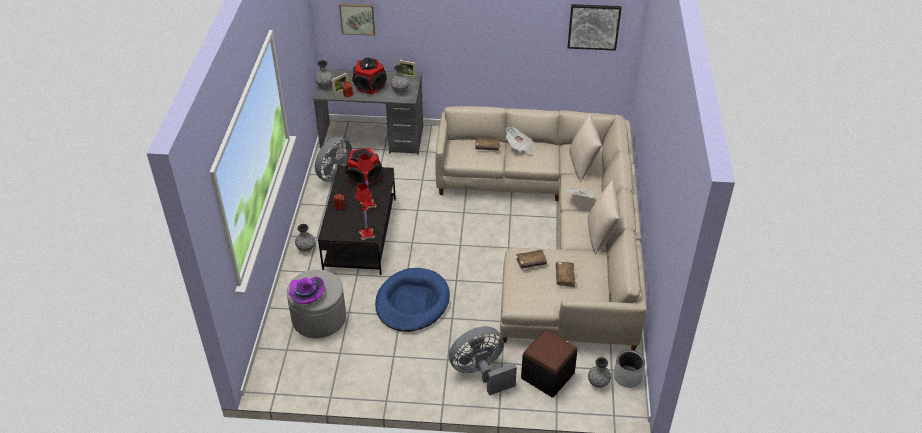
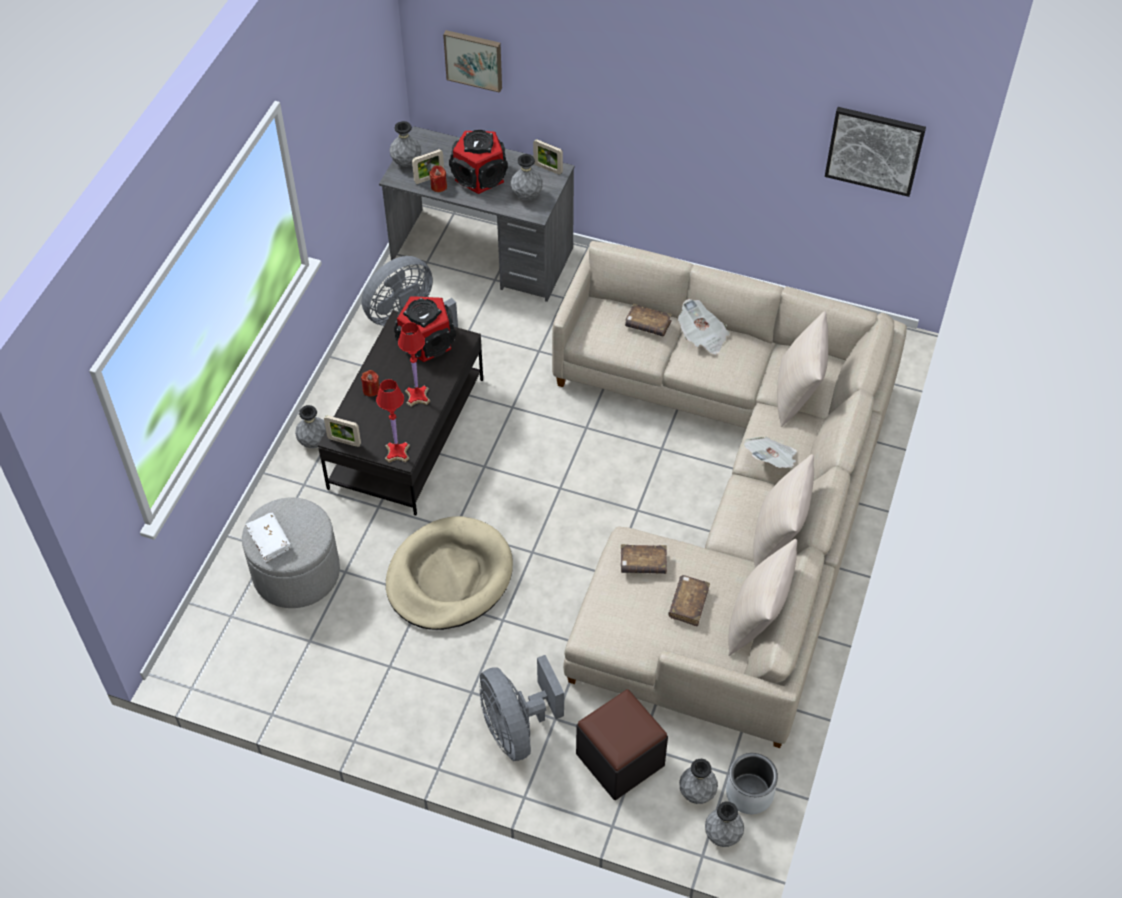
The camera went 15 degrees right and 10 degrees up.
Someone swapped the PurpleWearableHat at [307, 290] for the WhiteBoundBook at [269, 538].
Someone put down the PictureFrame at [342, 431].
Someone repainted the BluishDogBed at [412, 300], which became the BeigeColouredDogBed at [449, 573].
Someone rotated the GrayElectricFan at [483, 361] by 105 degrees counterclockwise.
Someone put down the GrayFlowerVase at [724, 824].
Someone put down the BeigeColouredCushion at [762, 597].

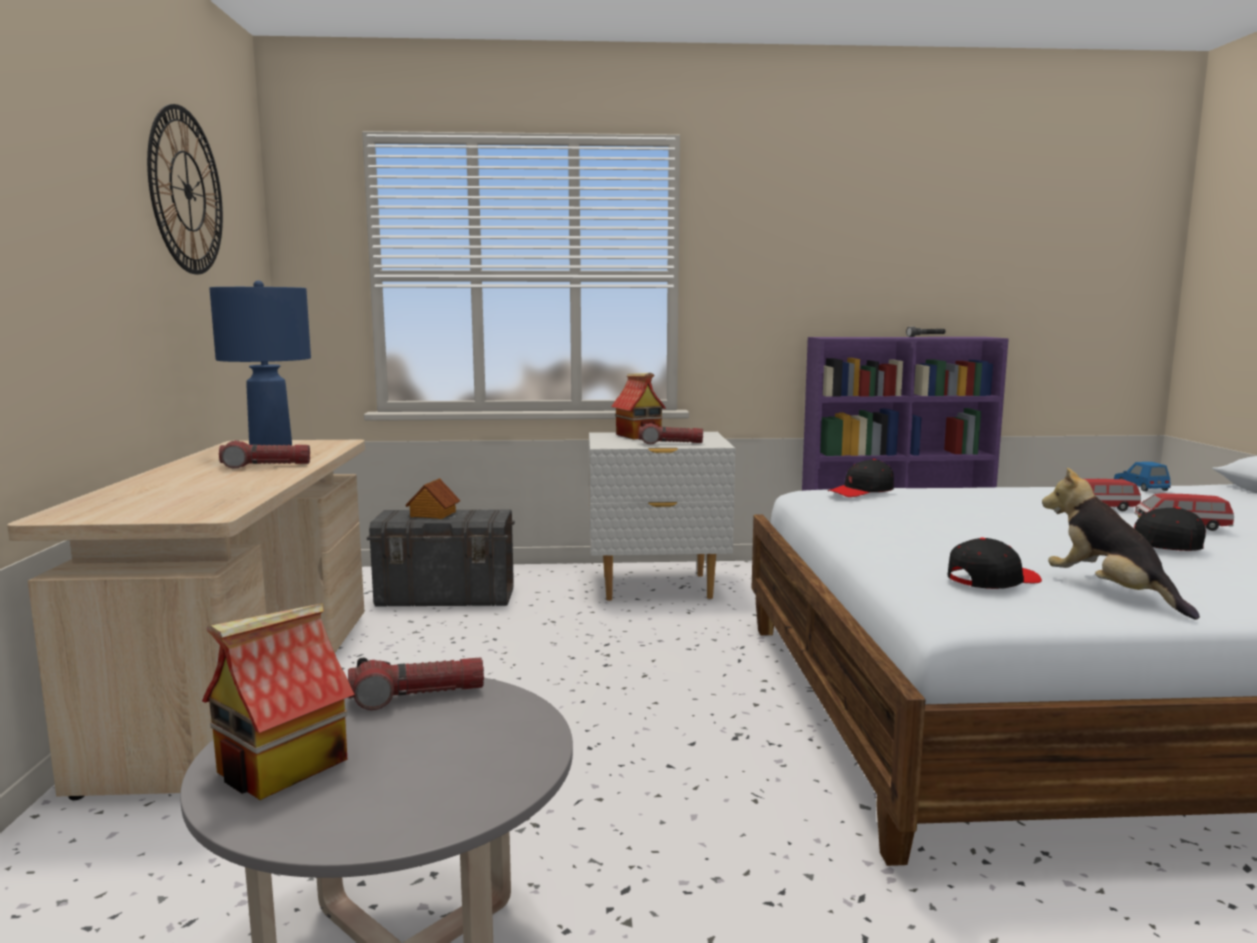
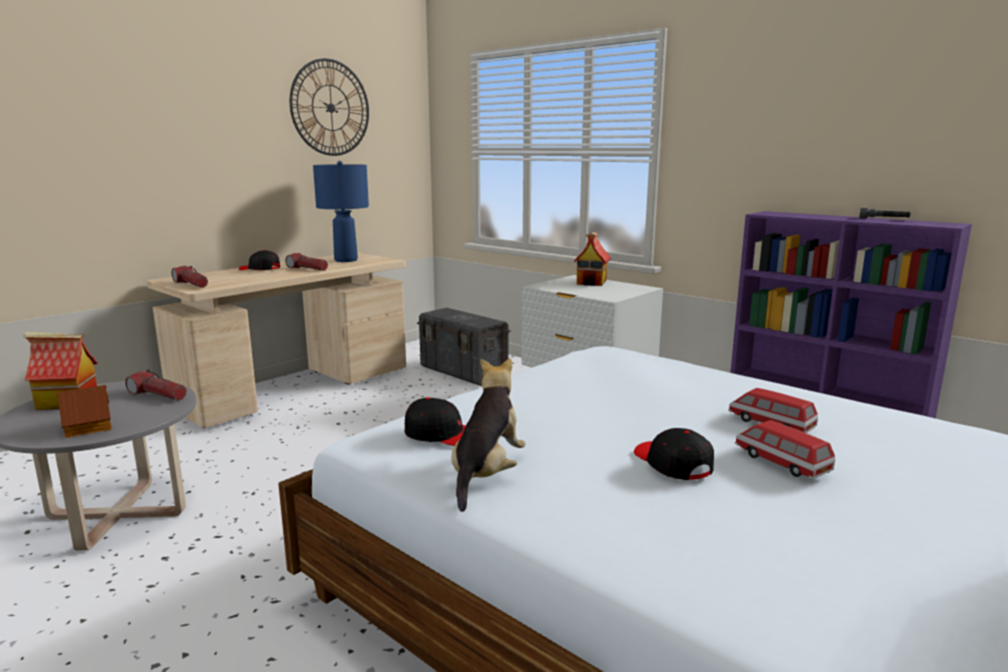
The camera went 45 degrees right and 5 degrees up.
Someone carried the MiniatureHouse from [432, 498] to [84, 411].
Someone carried the Flashlight from [671, 433] to [190, 277].
Someone carried the BlackColouredBaseballCap from [861, 478] to [259, 260].
Someone took away the BluishMiniatureCar at [1142, 476].

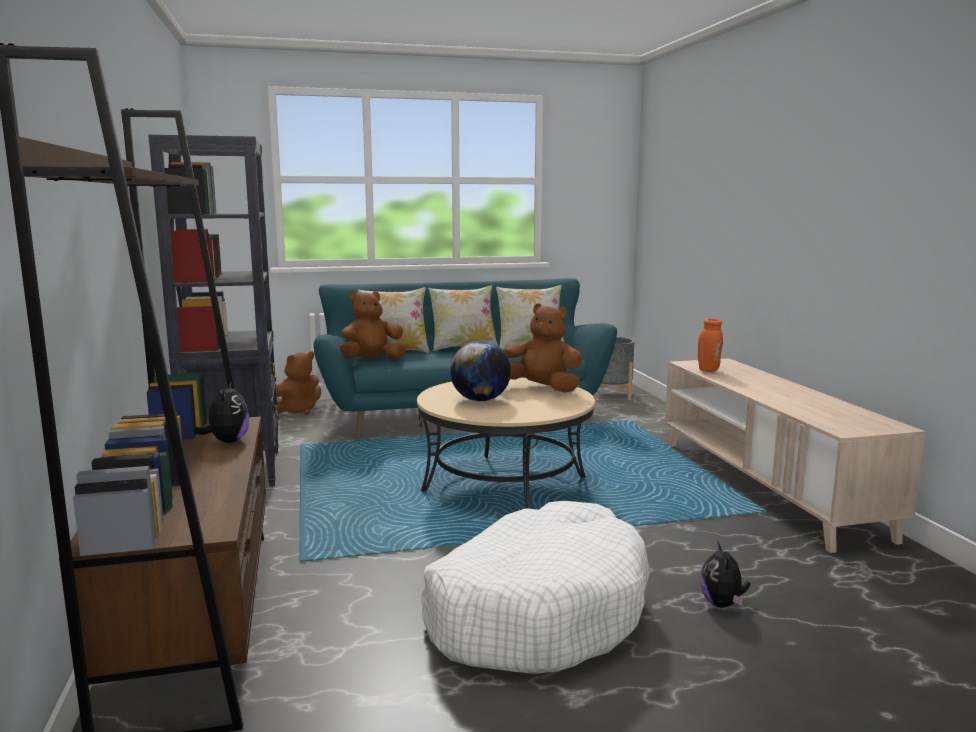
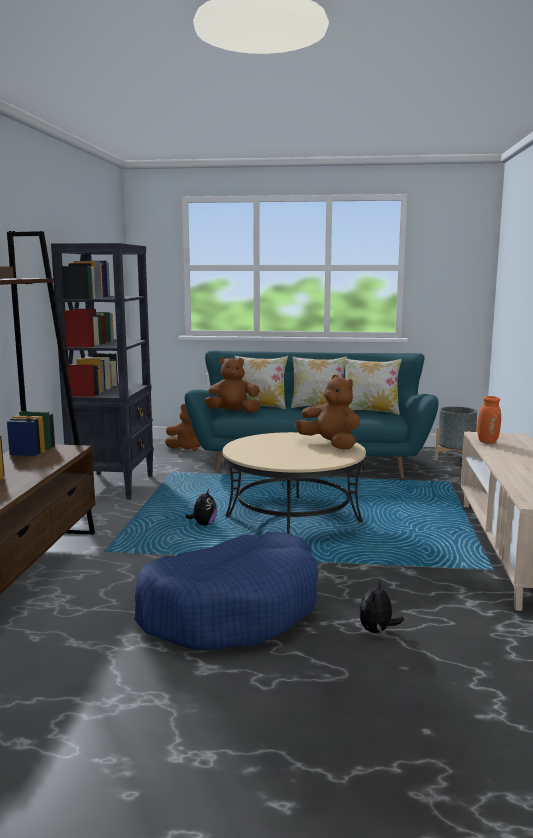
The camera went 20 degrees right and 0 degrees up.
Someone repainted the WhiteDogBed at [535, 587], which became the BluishDogBed at [226, 591].
Someone carried the CuddlyToy from [221, 412] to [201, 507].
Someone took away the WorldGlobe at [480, 370].

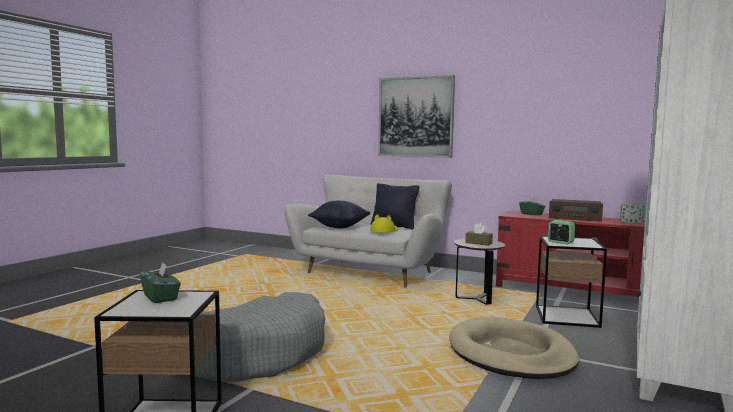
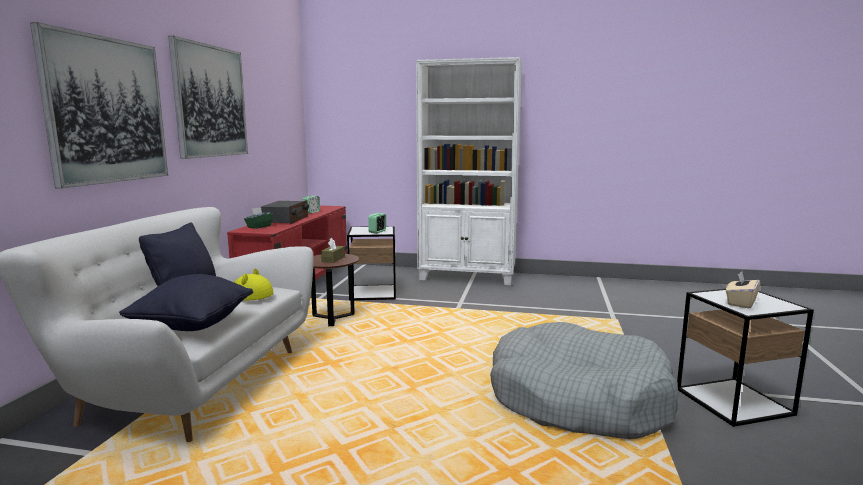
The camera went 105 degrees left and 5 degrees up.
Someone put up the WallArt at [208, 97].
Someone repainted the GreenishTissueHolder at [160, 282], which became the BeigeColouredTissueHolder at [743, 289].
Someone took away the BeigeColouredDogBed at [514, 348].

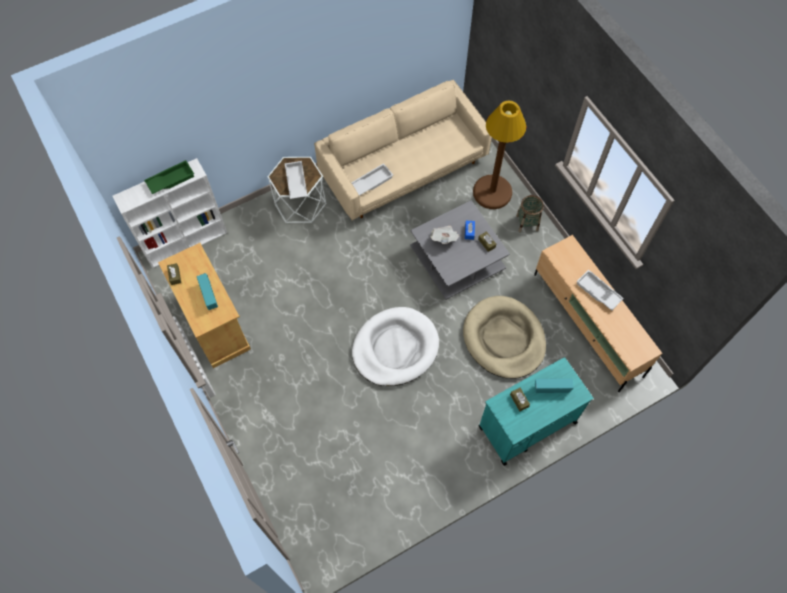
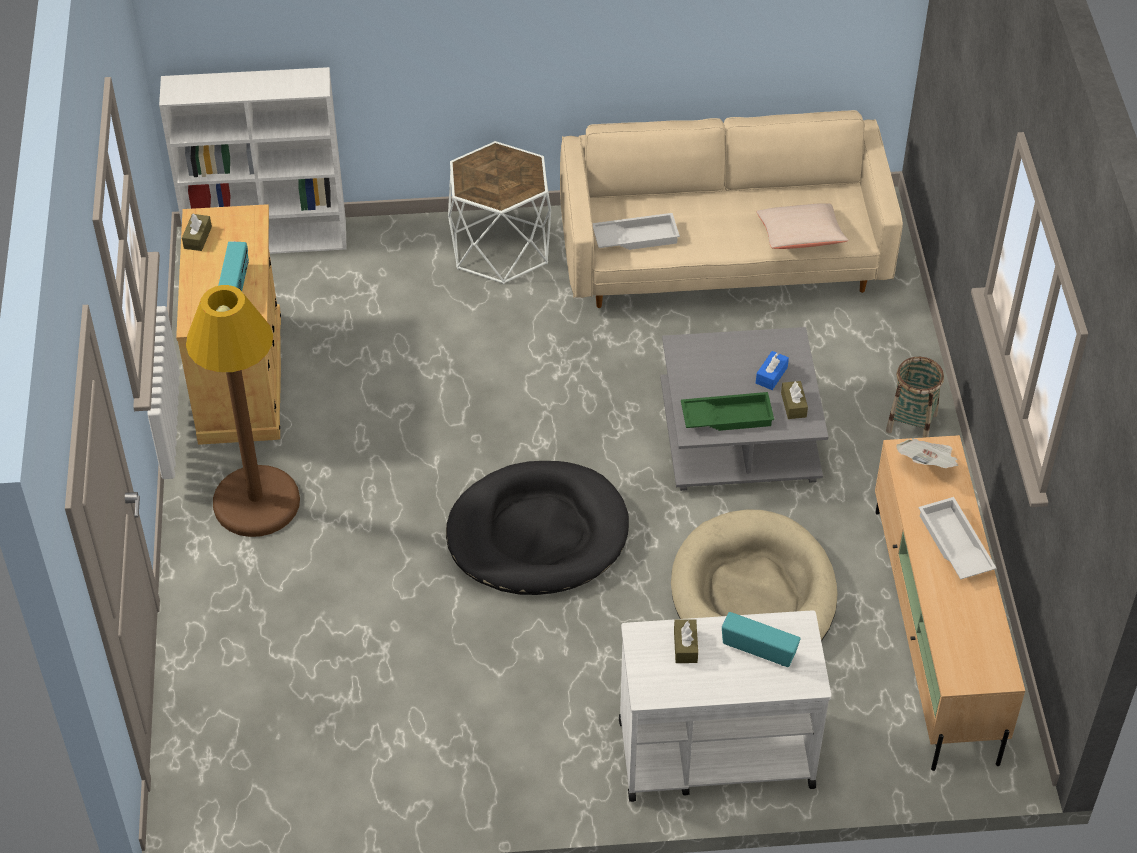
The camera went 25 degrees right and 15 degrees down.
Someone carried the BrownStandardLamp from [499, 155] to [243, 411].
Someone repainted the WhiteDogBed at [395, 346], which became the BlackColouredDogBed at [537, 528].
Someone repainted the BlueGreenWheeledCart at [535, 411], which became the WhiteWheeledCart at [725, 706].
Someone carried the GreenishTray from [169, 177] to [727, 411].
Someone put down the BeigeColouredCushion at [802, 226].
Someone carried the PrintedPaper from [444, 235] to [927, 453].
Someone took away the WhiteTray at [296, 180].

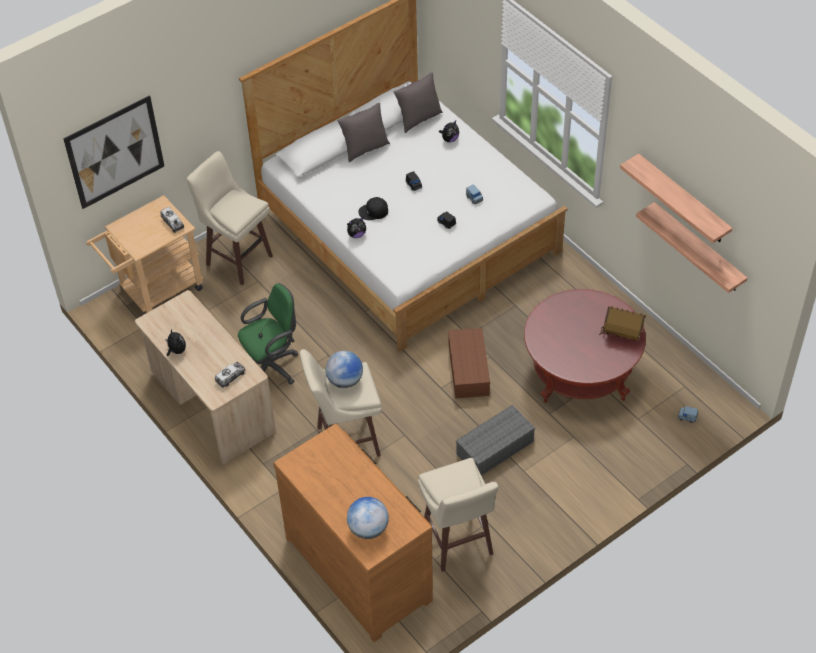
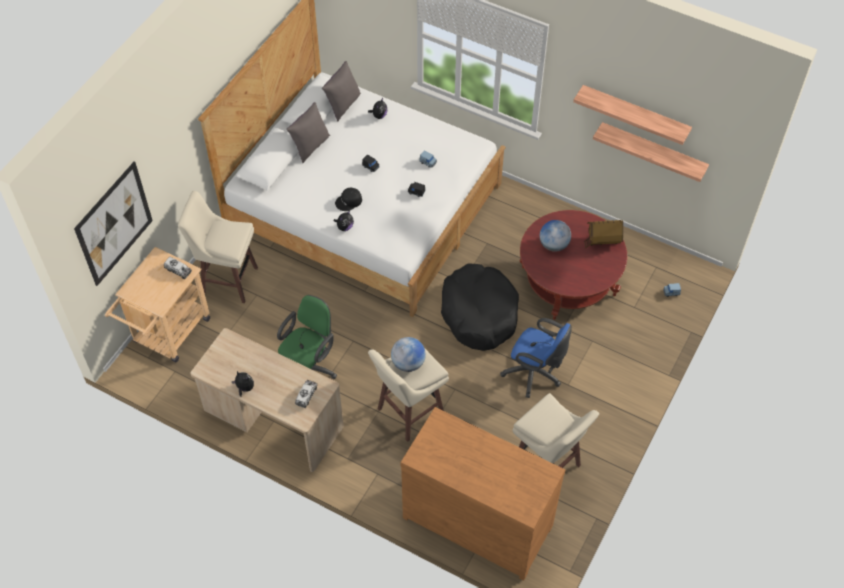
The camera went 25 degrees left and 5 degrees up.
Someone swapped the BrownStorageContainer at [469, 363] for the BlackColouredDogBed at [480, 307].
Someone swapped the GrayStorageContainer at [495, 440] for the BluishDeskChair at [536, 358].
Someone carried the WorldGlobe from [368, 518] to [555, 236].

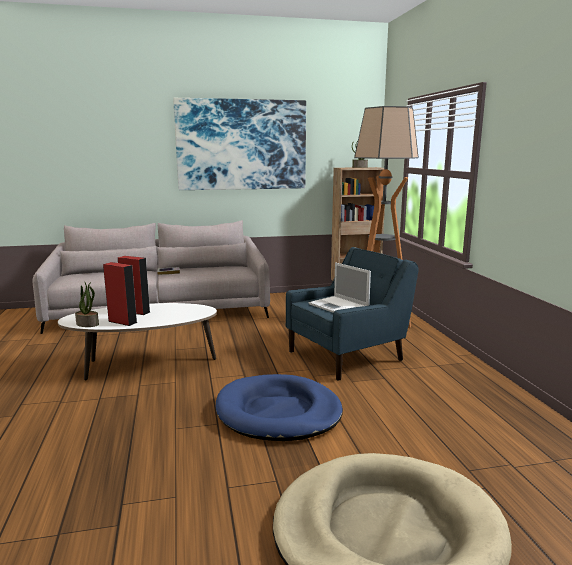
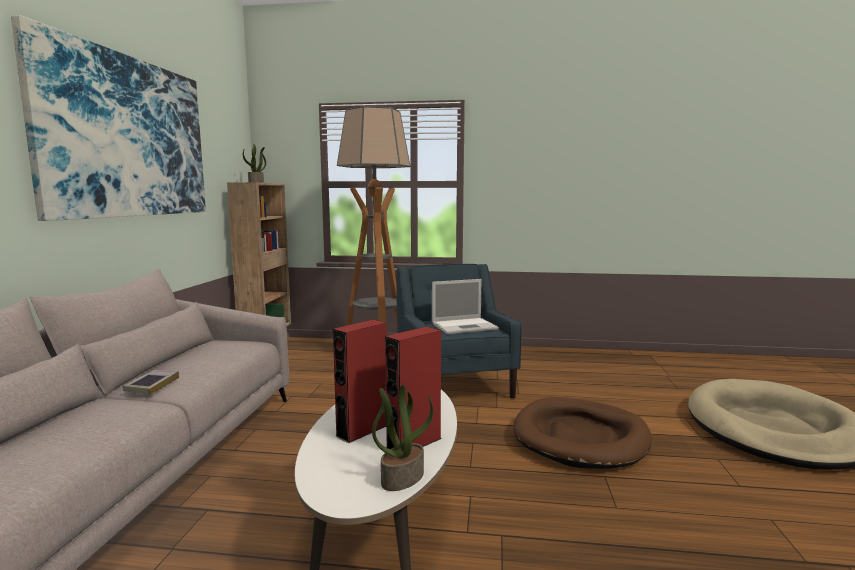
The camera went 70 degrees left and 5 degrees down.
Someone repainted the BluishDogBed at [279, 407], which became the BrownDogBed at [582, 433].

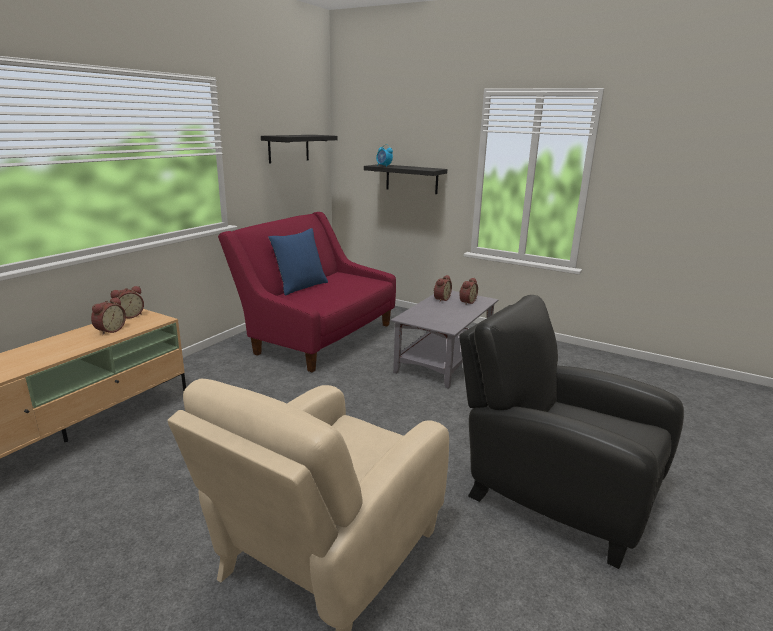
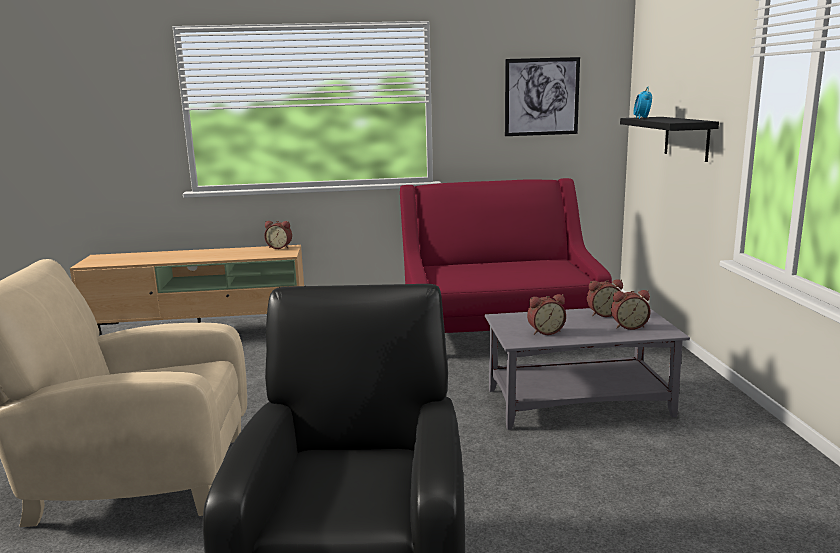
The camera went 55 degrees right and 5 degrees down.
Someone swapped the BlackColouredShelf at [299, 149] for the WallArt at [542, 96].
Someone carried the BedsideClock from [108, 316] to [546, 314].
Someone took away the BluishCushion at [298, 262].

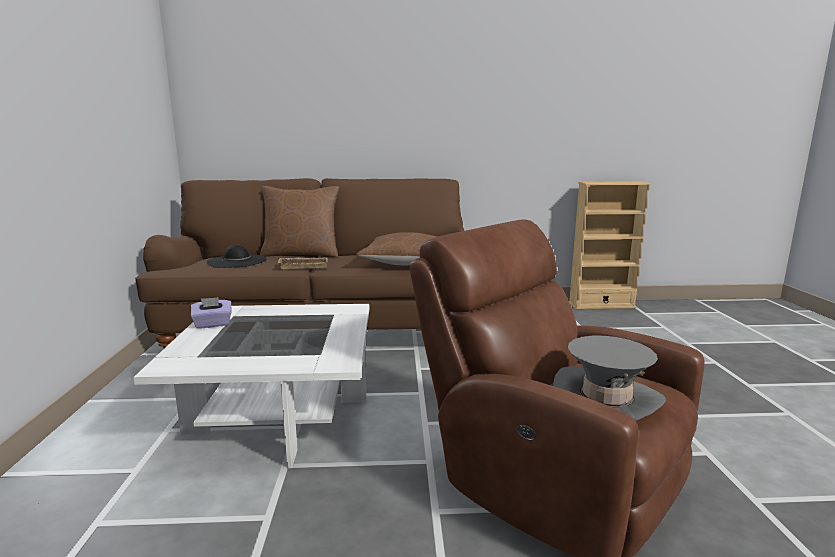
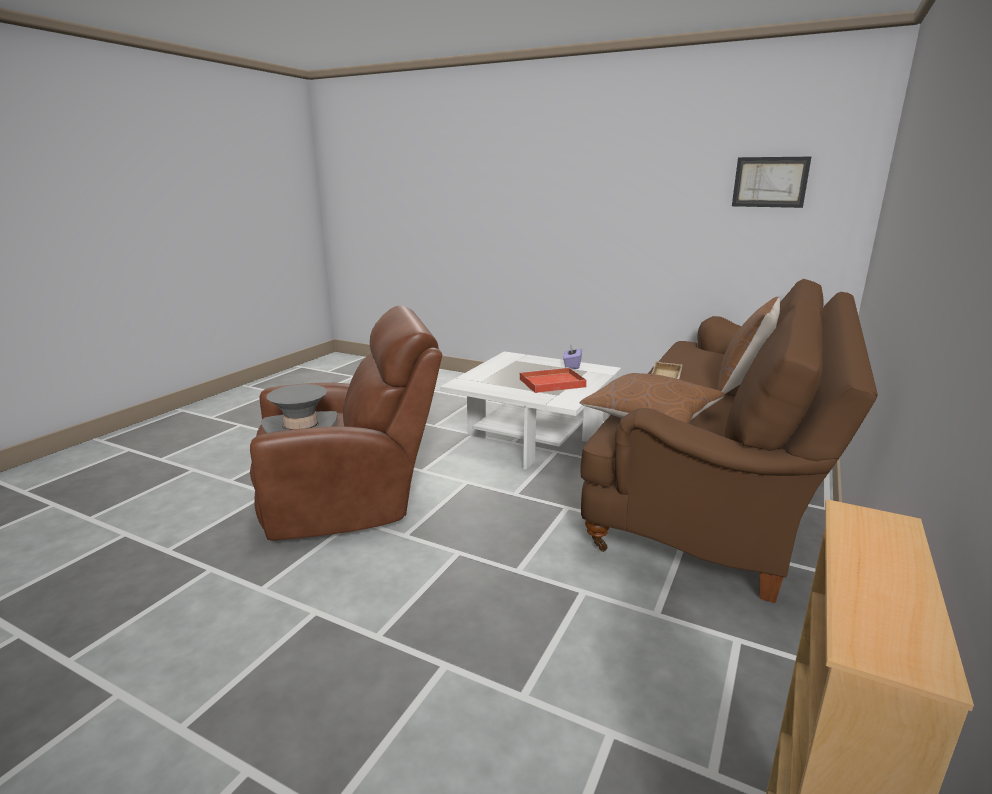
The camera went 120 degrees right and 5 degrees up.
Someone put down the RedTray at [553, 380].
Someone put up the WallArt at [771, 182].
Someone took away the BlackColouredWearableHat at [236, 256].

